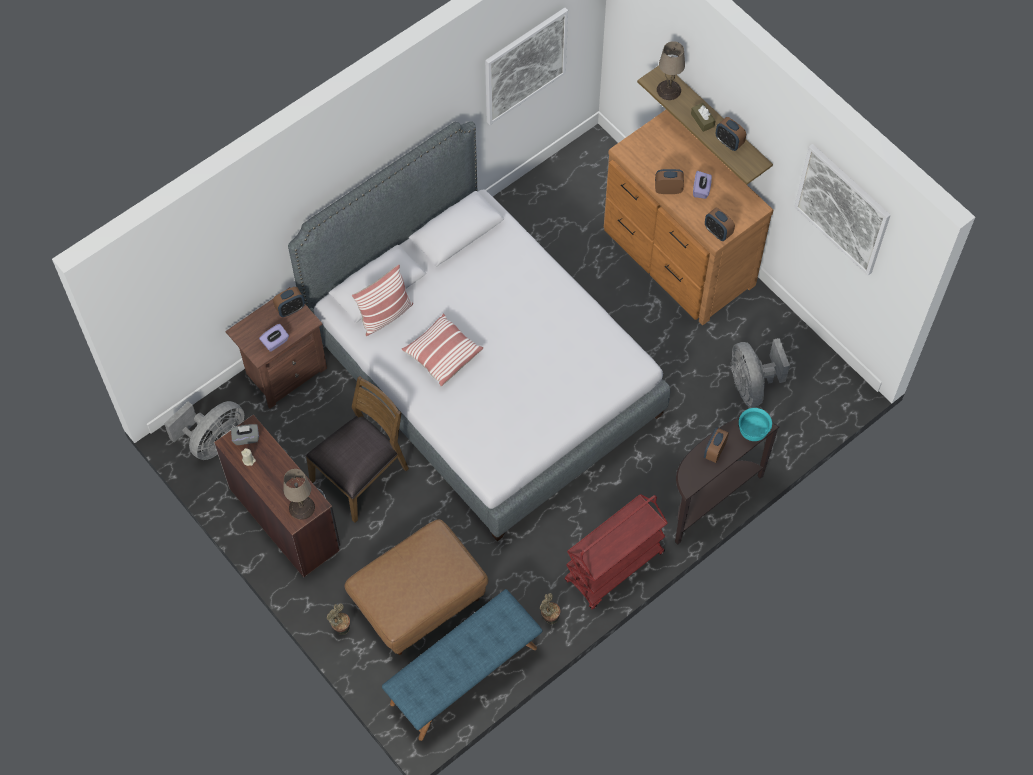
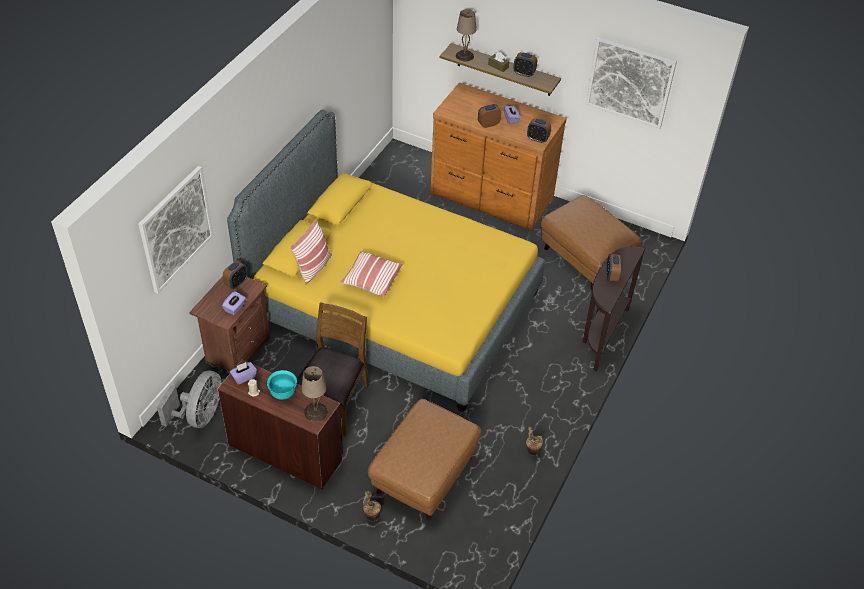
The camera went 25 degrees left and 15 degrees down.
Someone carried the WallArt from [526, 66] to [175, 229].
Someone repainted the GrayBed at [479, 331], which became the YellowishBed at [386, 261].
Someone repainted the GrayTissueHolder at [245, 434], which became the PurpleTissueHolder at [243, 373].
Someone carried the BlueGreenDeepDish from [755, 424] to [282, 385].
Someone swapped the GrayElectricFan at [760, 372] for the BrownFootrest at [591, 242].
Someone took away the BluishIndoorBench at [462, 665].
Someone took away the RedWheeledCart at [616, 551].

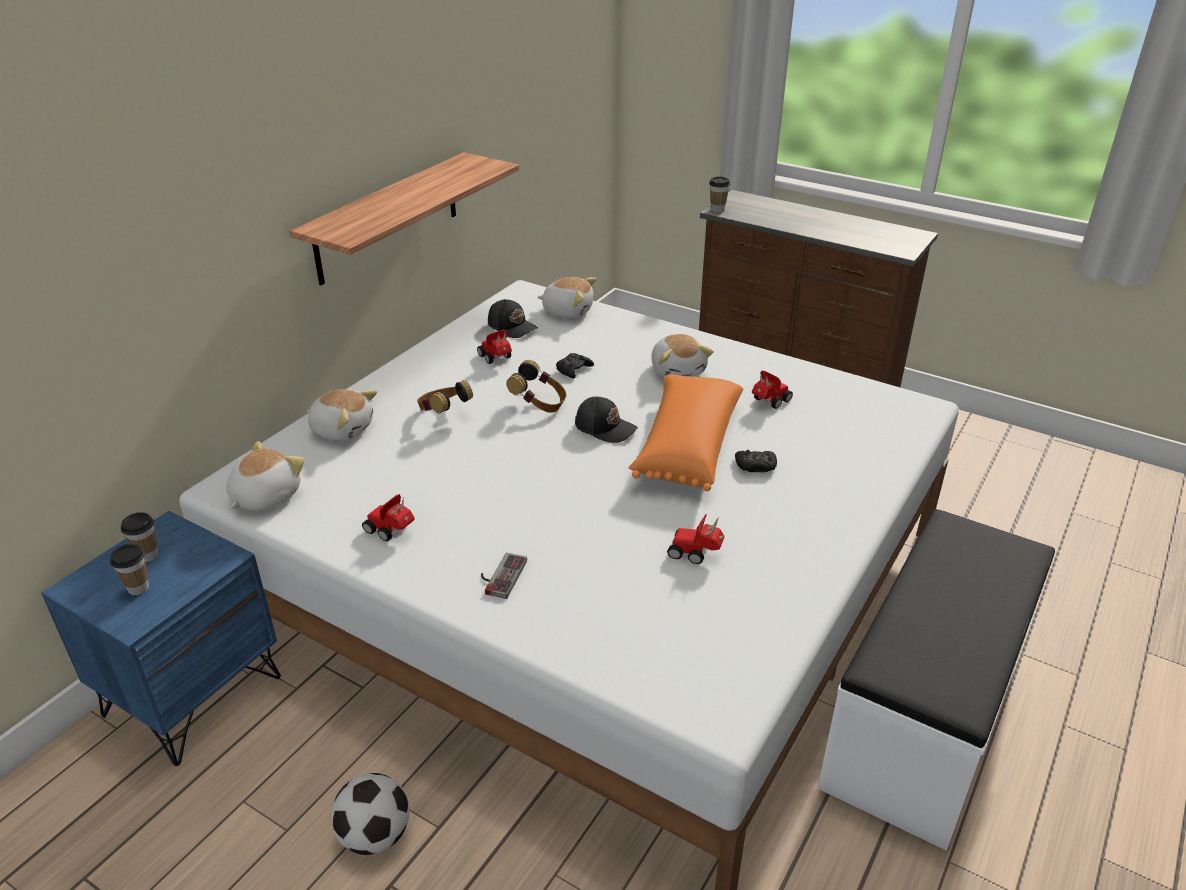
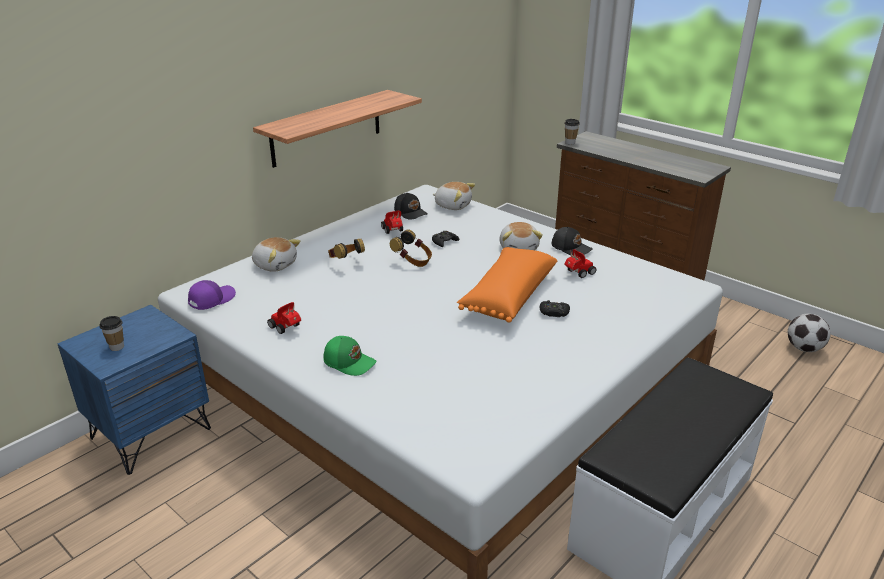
The camera went 10 degrees right and 5 degrees down.
Someone swapped the CuddlyToy at [265, 476] for the PurpleBaseballCap at [212, 295].
Someone swapped the Joypad at [504, 576] for the GreenishBaseballCap at [349, 356].
Someone carried the BlackColouredBaseballCap from [606, 420] to [572, 241].
Someone carried the BallForFootball from [370, 814] to [809, 333].
Someone took away the DrinkingCup at [139, 537].
Someone took away the MiniatureCar at [695, 539].

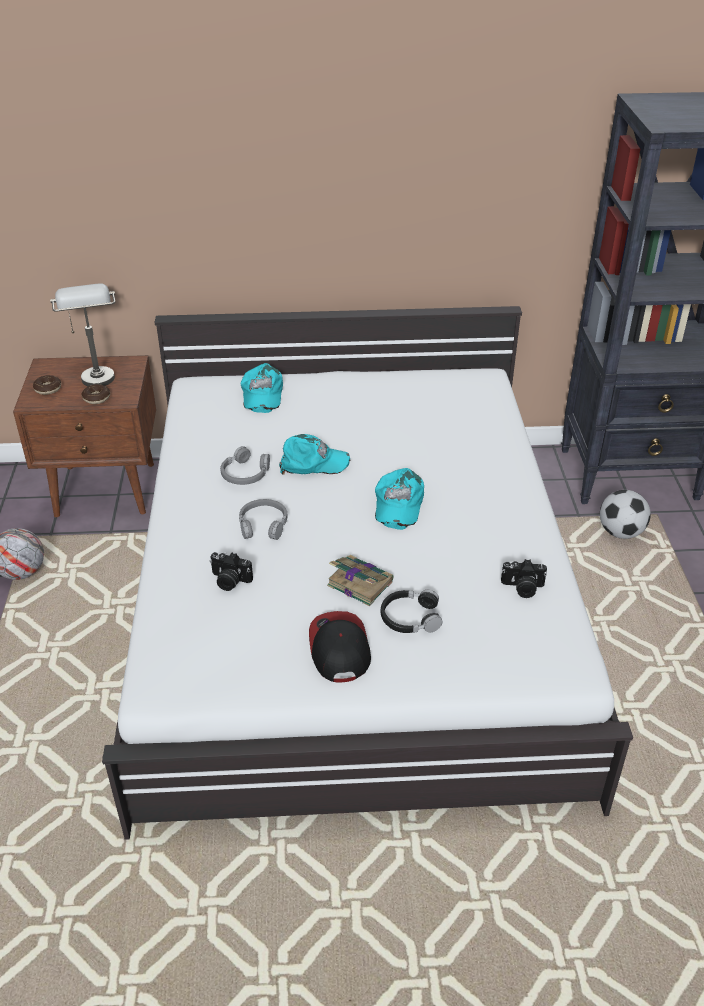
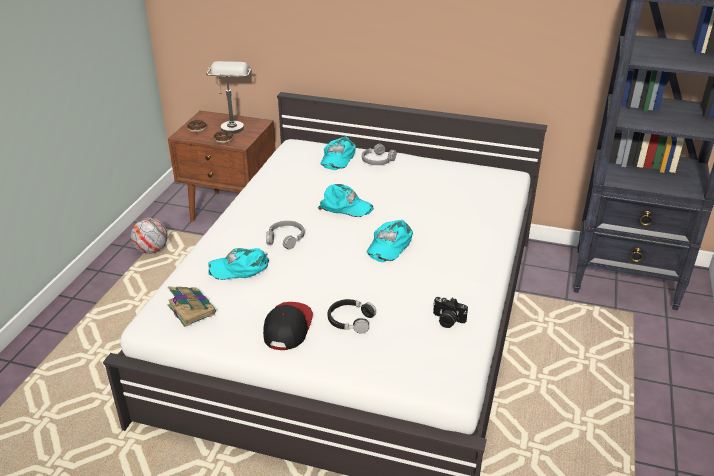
The camera went 20 degrees right and 5 degrees down.
Someone carried the BoundBook from [360, 581] to [192, 307].
Someone swapped the PhotoCamera at [231, 571] for the BlueGreenBaseballCap at [238, 264].
Someone carried the GrayHeadset from [245, 465] to [379, 154].
Someone took away the BallForFootball at [625, 514].

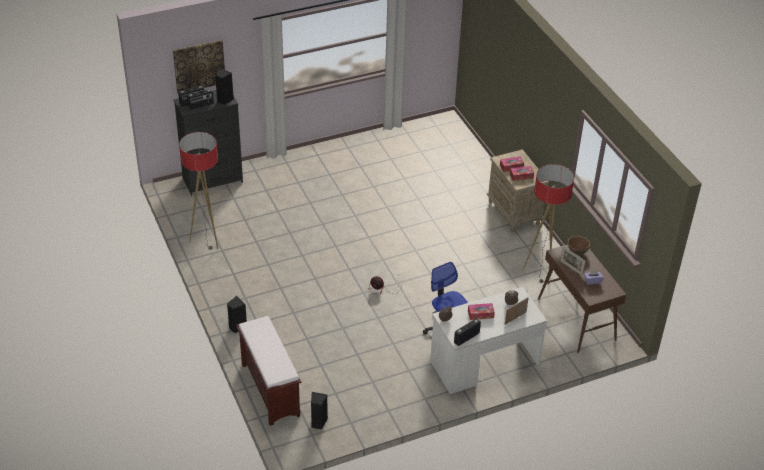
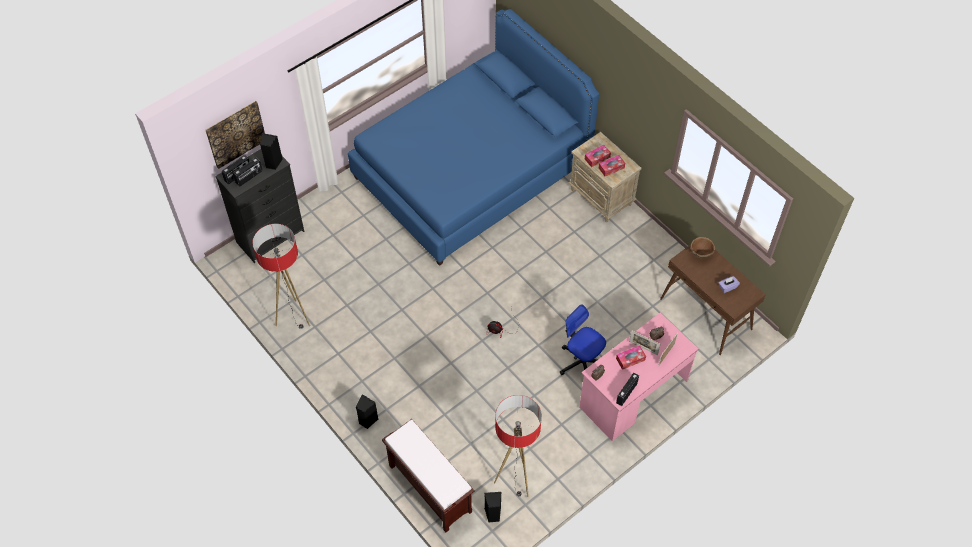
The camera went 15 degrees left and 15 degrees up.
Someone put down the BluishBed at [473, 137].
Someone carried the StandardLamp from [548, 224] to [518, 446].
Someone repainted the WhiteDesk at [488, 340], which became the PinkishDesk at [639, 377].
Someone carried the PictureFrame from [572, 261] to [644, 342].

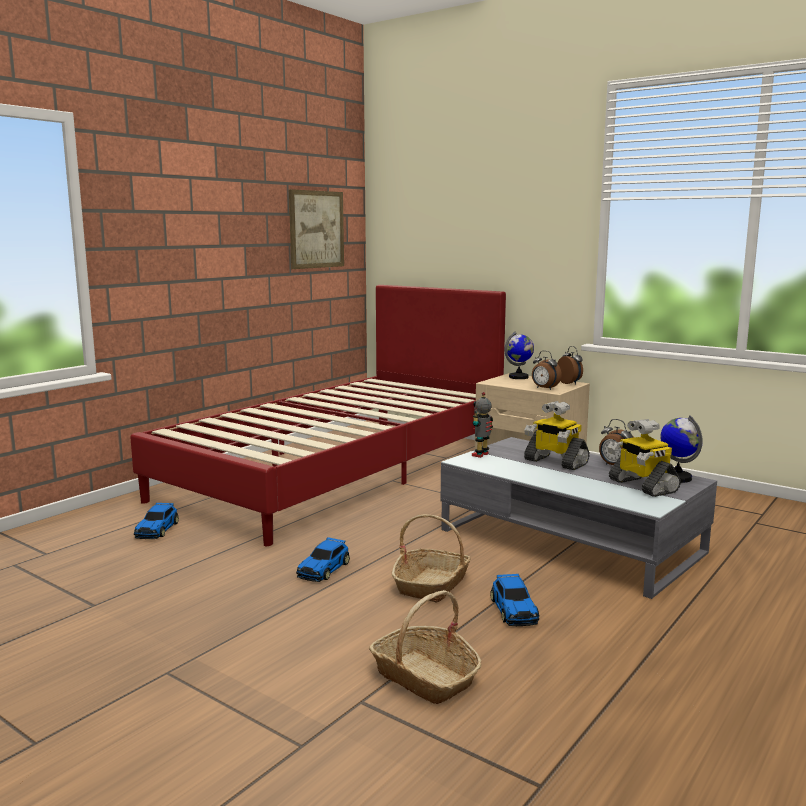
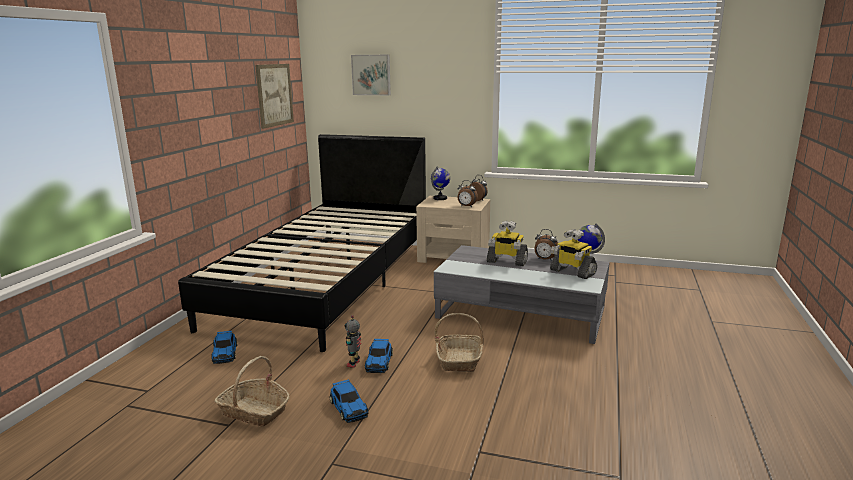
The camera went 20 degrees left and 5 degrees up.
Someone repainted the RedBed at [318, 415], which became the BlackColouredBed at [302, 243].
Someone carried the StorageBasket from [425, 647] to [252, 391].
Someone carried the MiniatureCar from [514, 600] to [348, 401].
Someone carried the ToyRobot from [482, 425] to [352, 341].
Someone put up the WallArt at [371, 75].

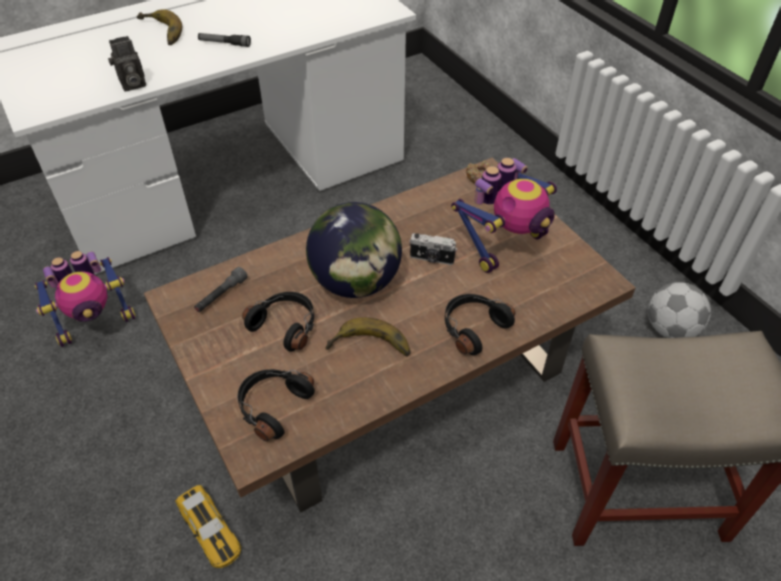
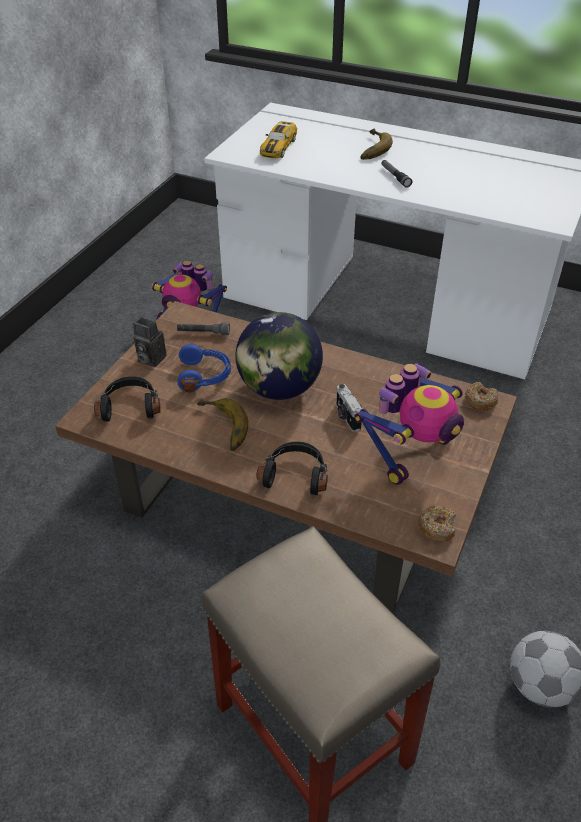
The camera went 55 degrees right and 5 degrees down.
Someone carried the PhotoCamera from [127, 63] to [150, 342].
Someone repainted the BlackColouredHeadset at [278, 322], which became the BluishHeadset at [204, 368].
Someone carried the MiniatureCar from [208, 526] to [278, 140].
Someone rotated the ToyRobot at [504, 215] by 60 degrees counterclockwise.
Someone put down the Donut at [437, 523].

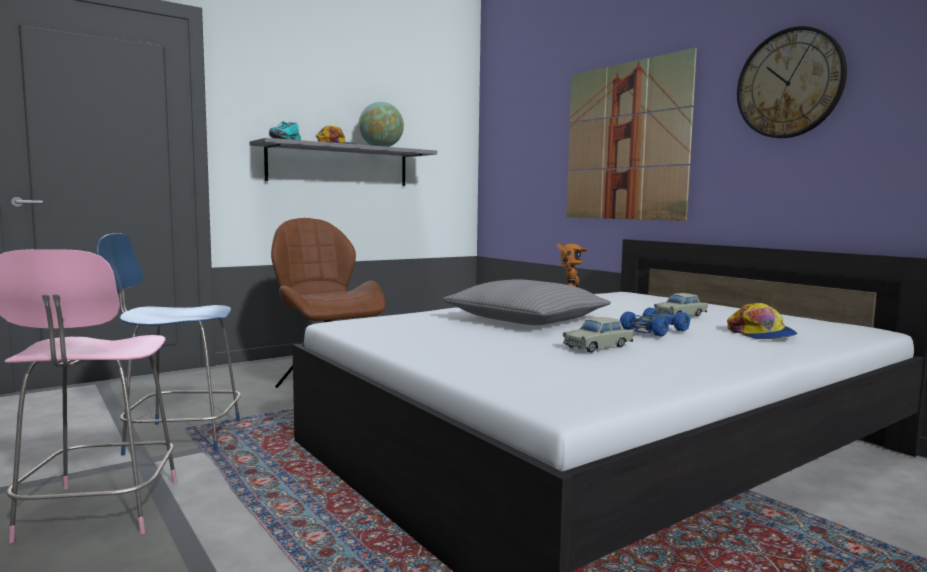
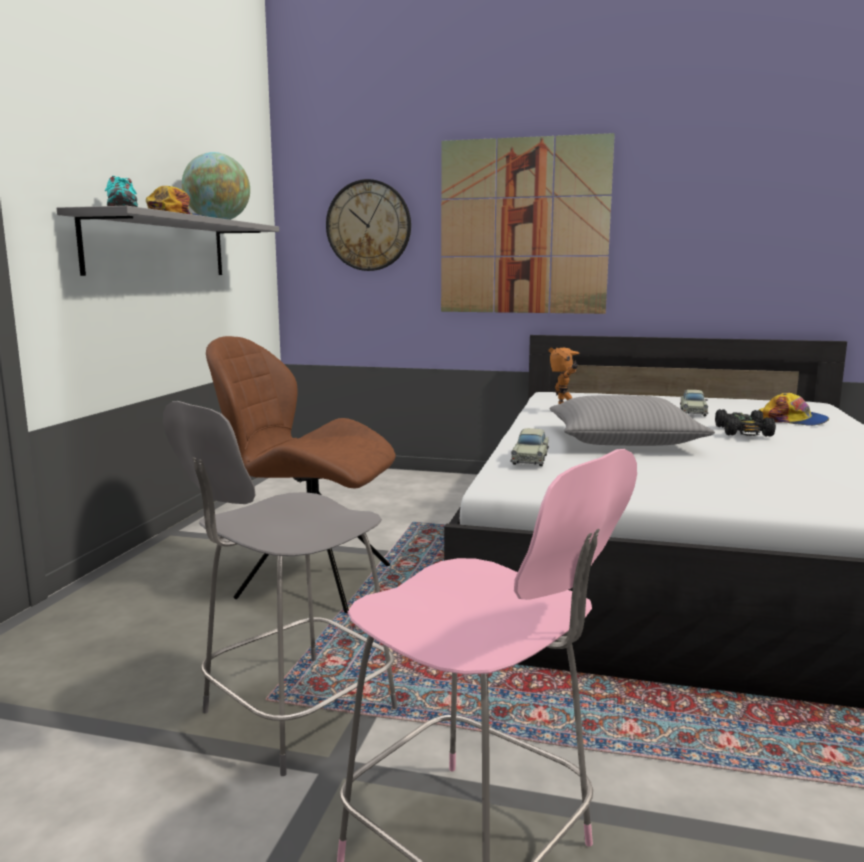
The camera went 40 degrees left and 5 degrees up.
Someone repainted the BluishStoolSeat at [168, 344], which became the GrayStoolSeat at [280, 588].
Someone carried the ClockOnTheWall from [792, 82] to [368, 225].
Someone carried the BeigeColouredMiniatureCar from [598, 335] to [530, 447].
Someone repainted the BluishMiniatureCar at [655, 322], which became the BlackColouredMiniatureCar at [745, 423].

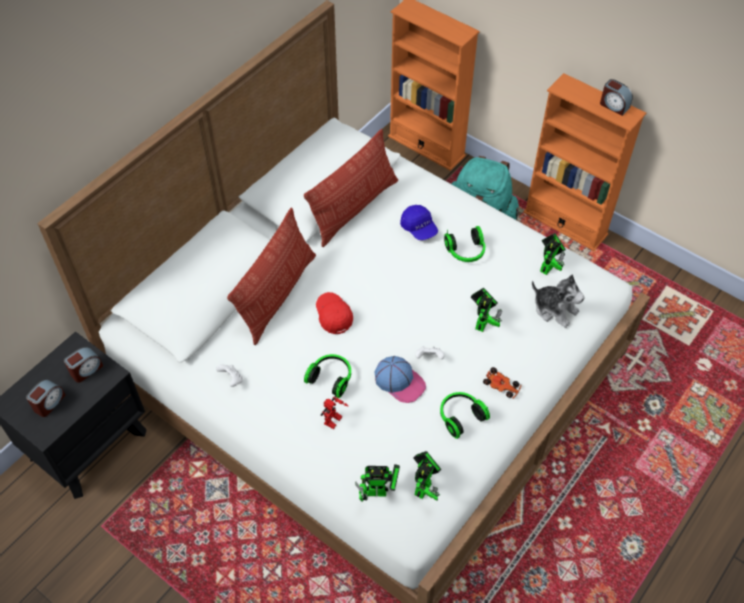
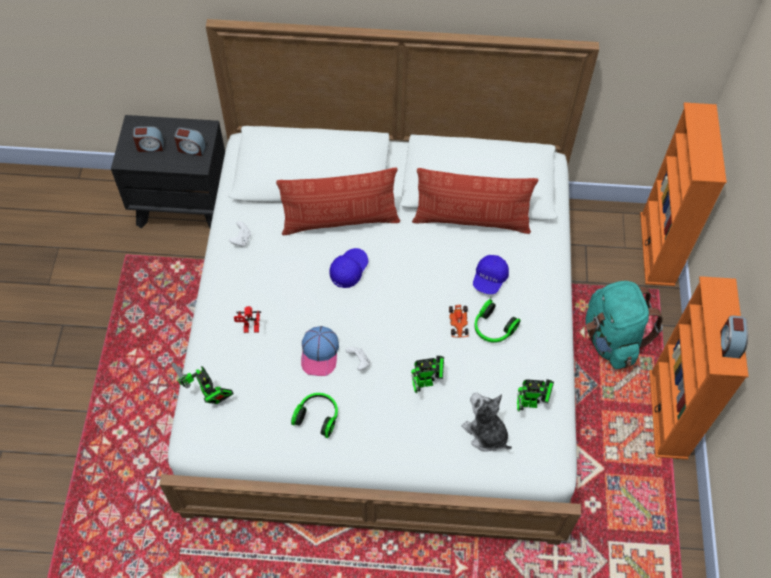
The camera went 55 degrees right and 5 degrees up.
Someone repainted the RedBaseballCap at [334, 313], which became the BluishBaseballCap at [348, 268].
Someone carried the MiniatureCar from [502, 383] to [459, 321].
Someone rotated the CuddlyToy at [558, 301] by 135 degrees clockwise.
Someone took away the Headset at [327, 376].
Someone took away the ToyRobot at [427, 476].

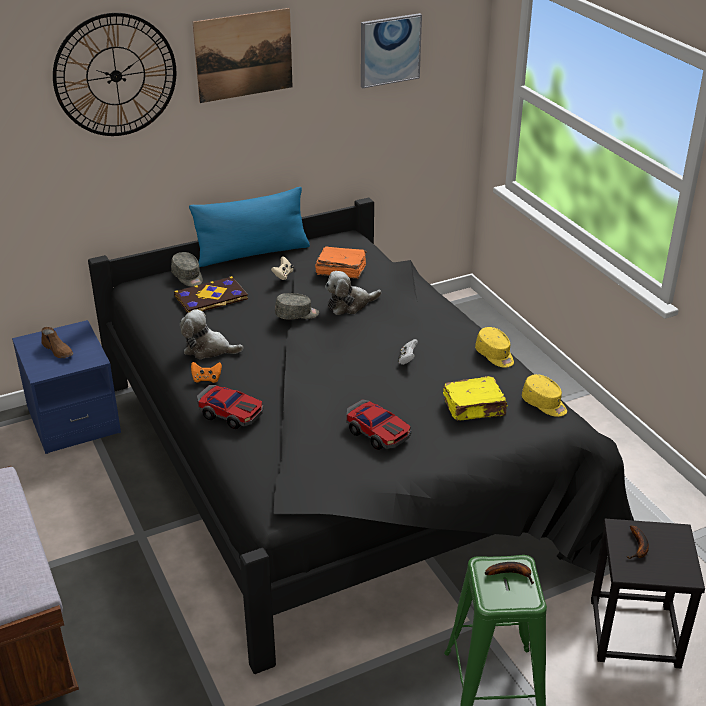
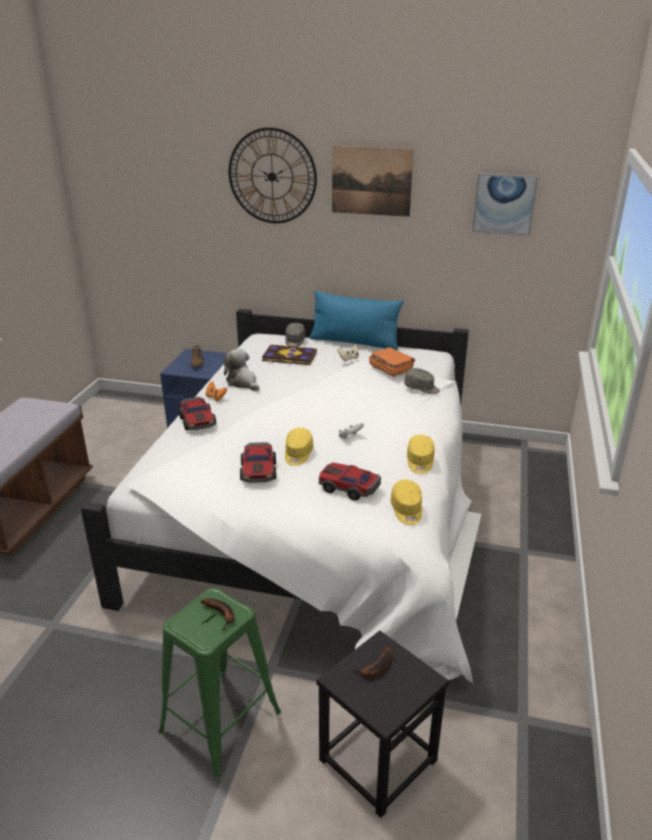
The camera went 40 degrees right and 5 degrees down.
Someone repainted the BlackColouredBed at [361, 435], which became the WhiteBed at [281, 496].
Someone put down the YellowishBaseballCap at [299, 447].
Someone swapped the YellowishBoundBook at [475, 398] for the MiniatureCar at [350, 482].
Someone carried the GrayBaseballCap from [297, 306] to [422, 381].
Someone took away the CuddlyToy at [353, 293].

